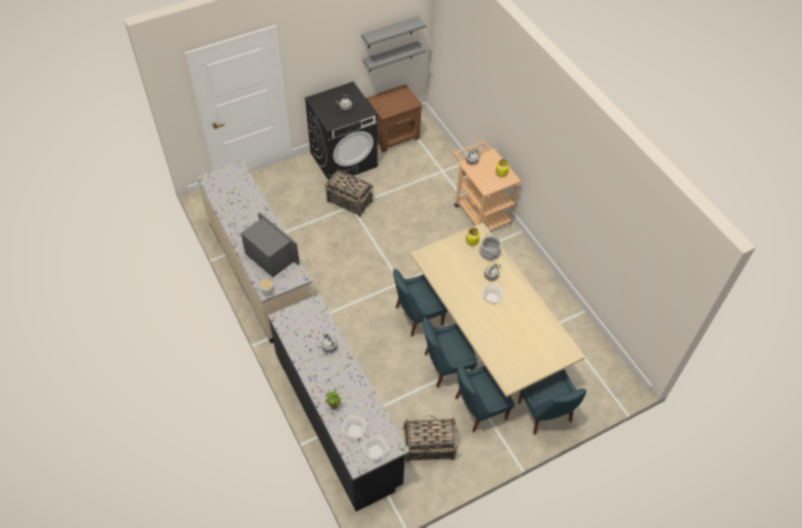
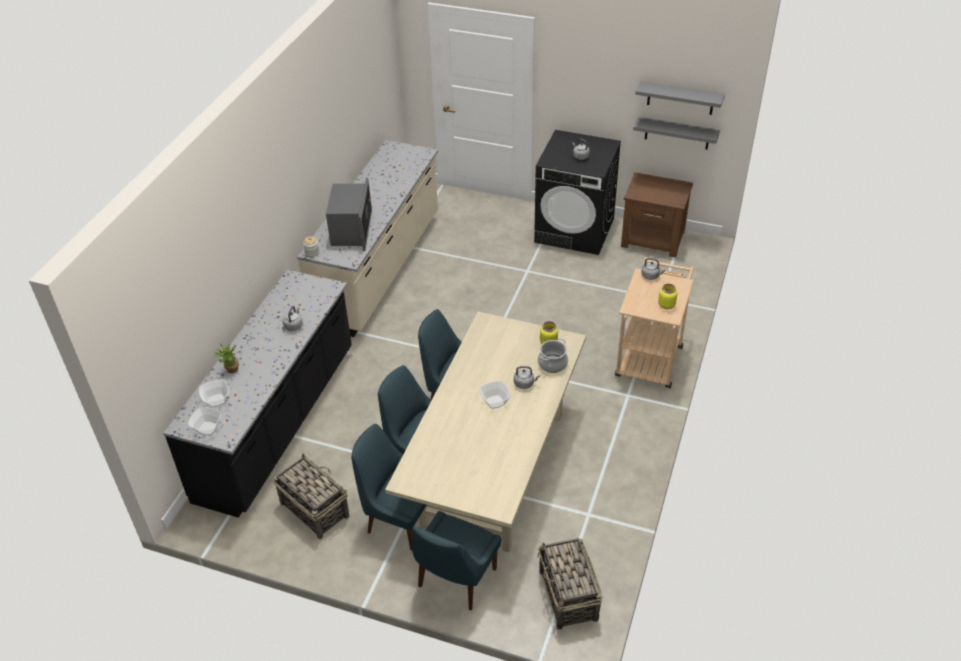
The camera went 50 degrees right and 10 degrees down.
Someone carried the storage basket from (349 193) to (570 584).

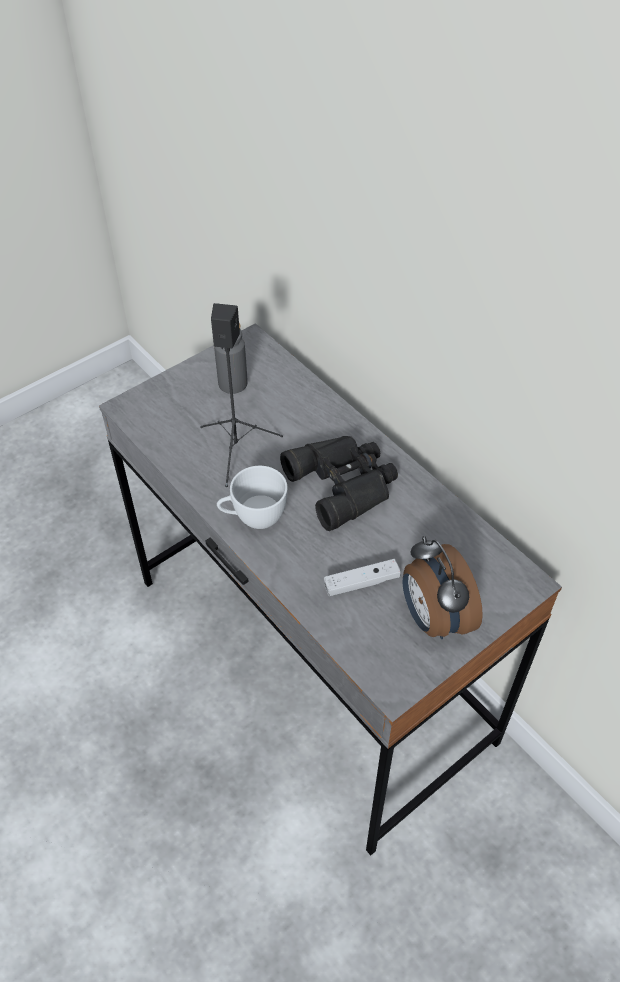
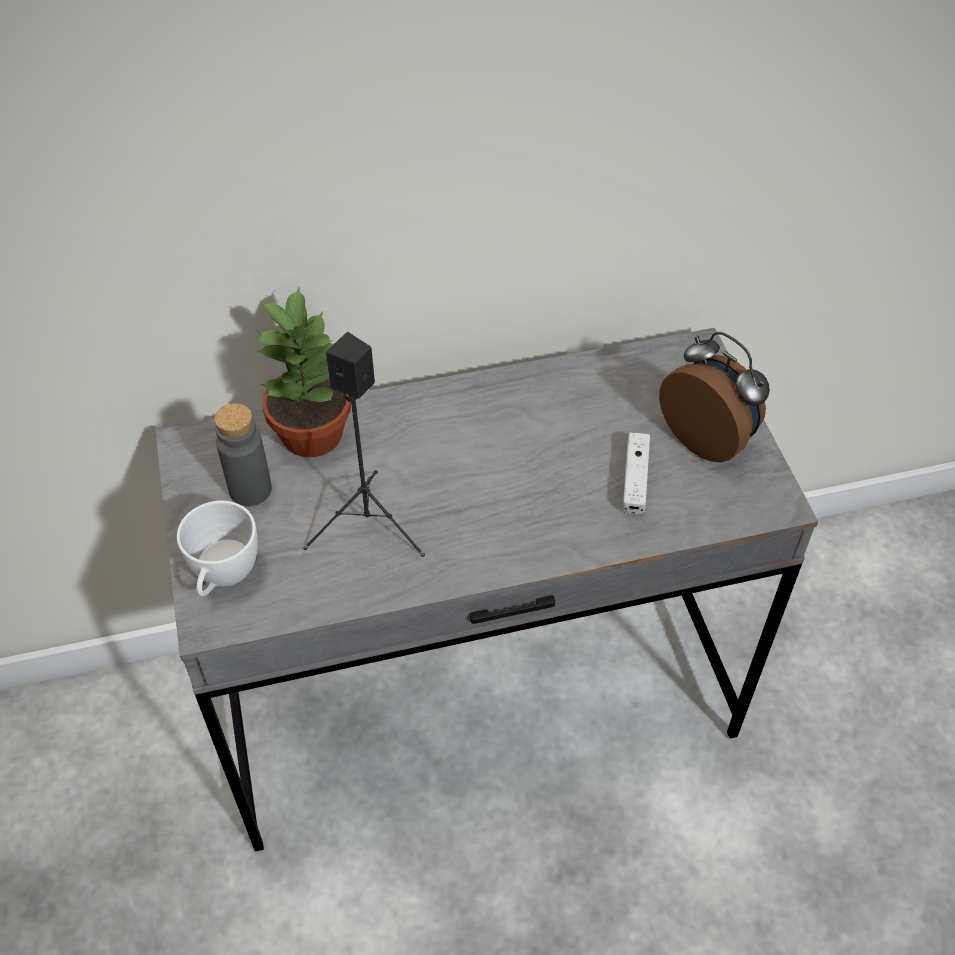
The camera went 65 degrees left and 0 degrees up.
Someone took away the black binoculars at (339 483).
Someone put down the houseplant at (303 372).
Someone carried the whitish small cup from (252 497) to (217 548).
Someone rotated the bedside clock at (443 587) by 135 degrees counterclockwise.

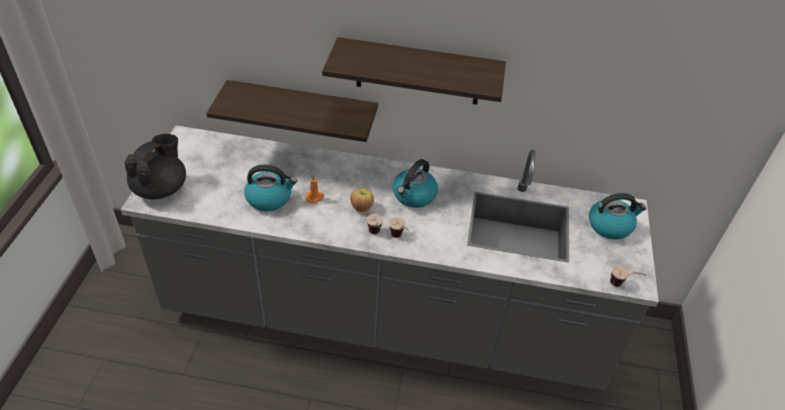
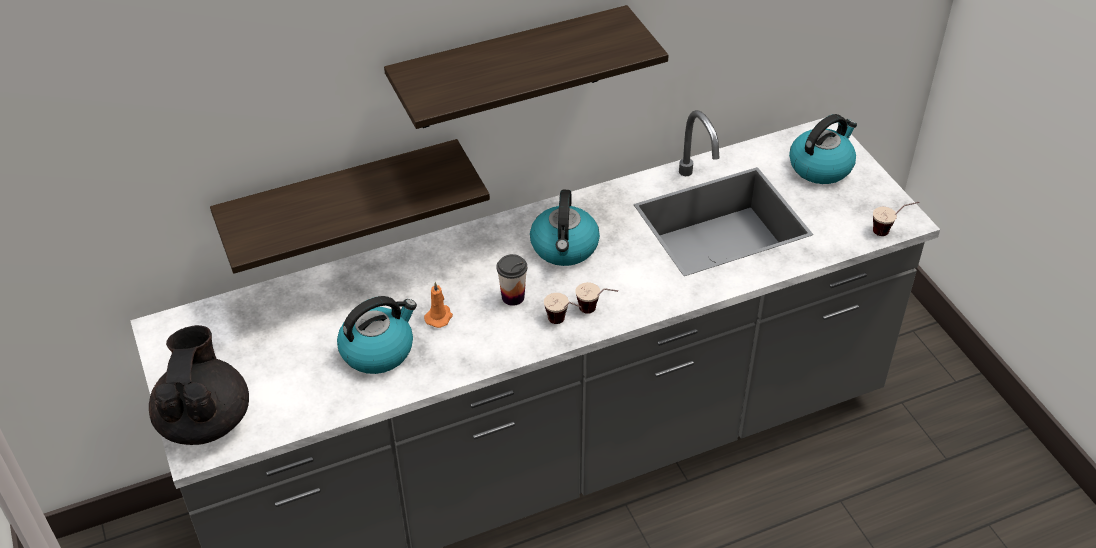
The camera went 30 degrees left and 0 degrees up.
Someone swapped the whole apple at (362 200) for the small cup at (512 280).

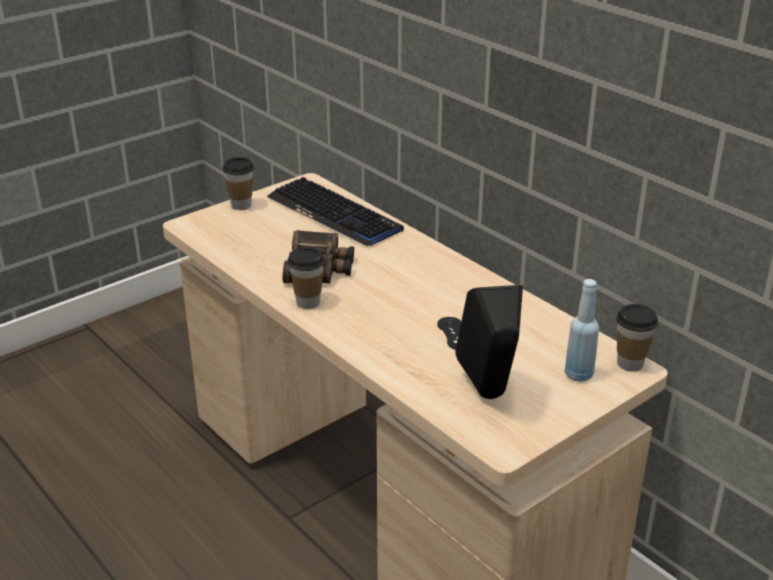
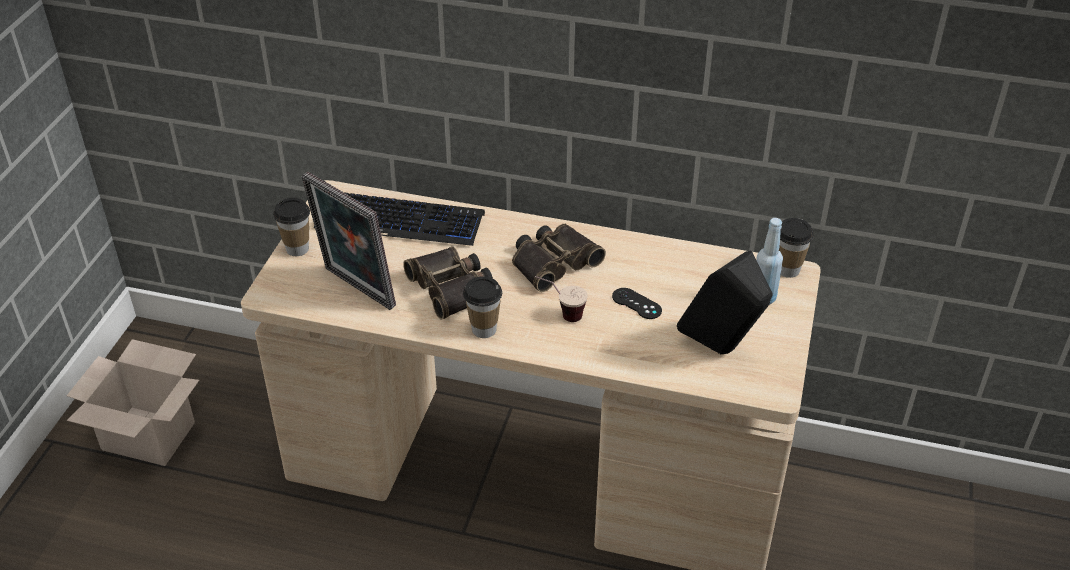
The camera went 35 degrees left and 10 degrees up.
Someone put down the cardboard box at (133 402).
Someone put down the standing frame at (348 241).
Someone put down the binoculars at (559 258).
Someone put down the small cup at (561 299).

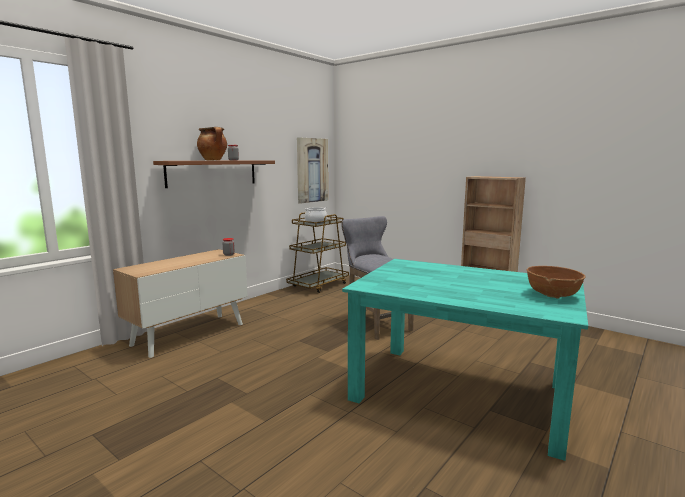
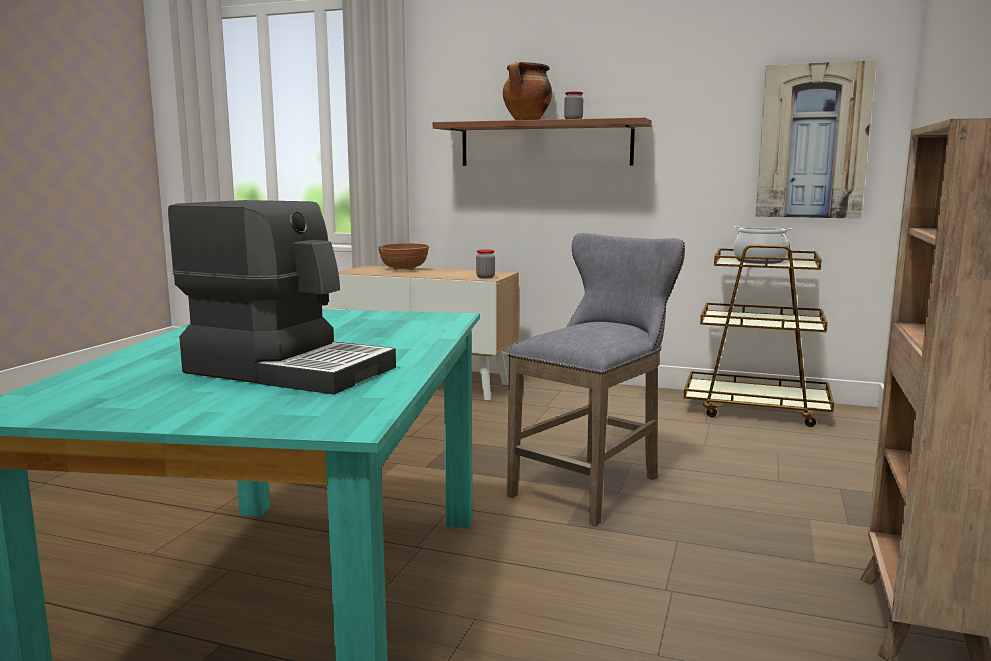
The camera went 70 degrees right and 0 degrees up.
Someone put down the coffee brewer at (282 297).
Someone carried the brown-coloured deep dish from (556 282) to (403 256).

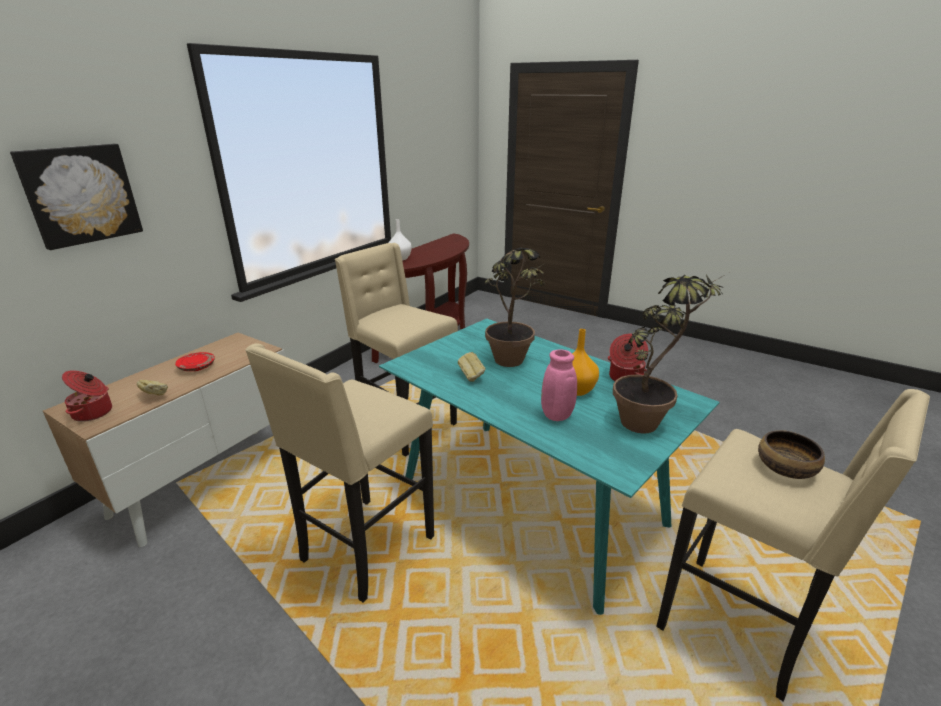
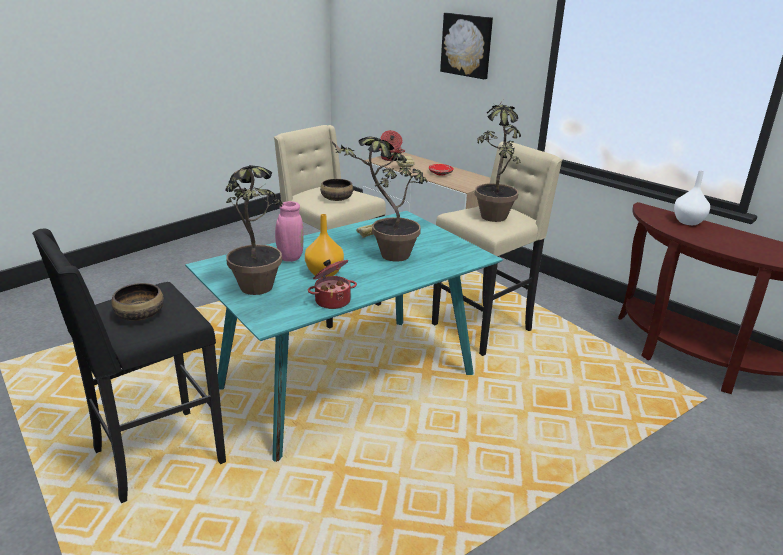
The camera went 100 degrees right and 0 degrees up.
Someone put down the deep dish at (336 190).
Someone put down the houseplant at (498 161).
Someone repainted the sand-coloured stool seat at (793 545), which became the black stool seat at (129 366).

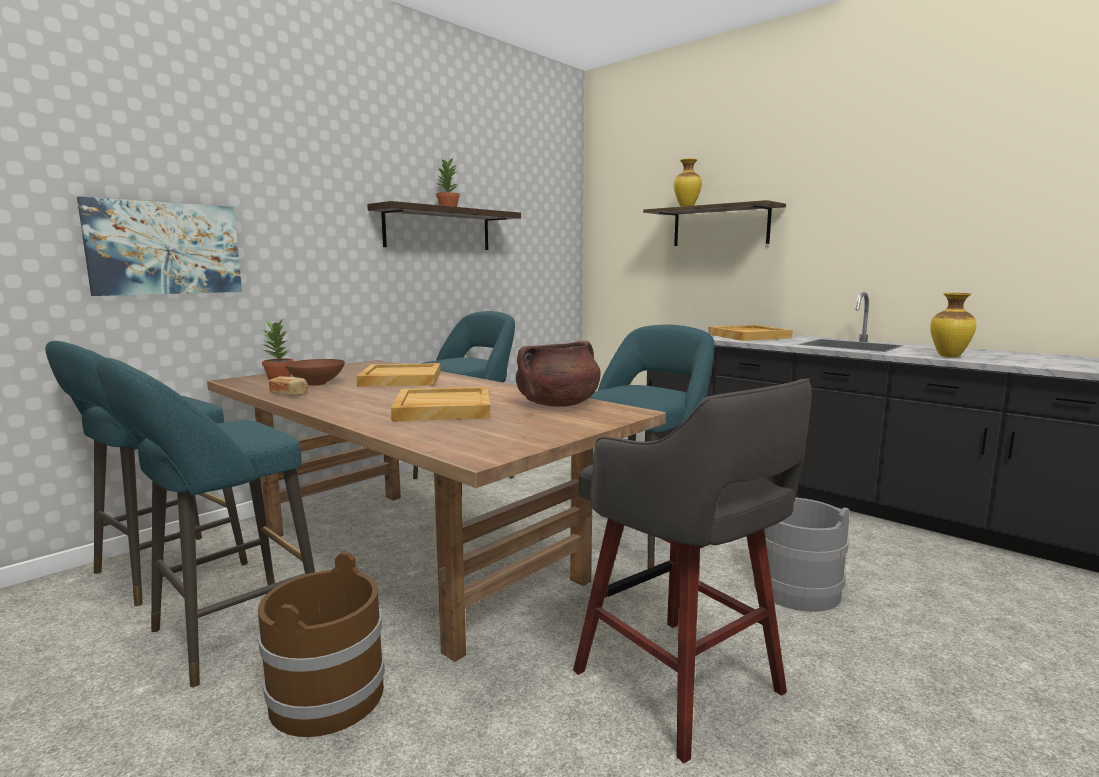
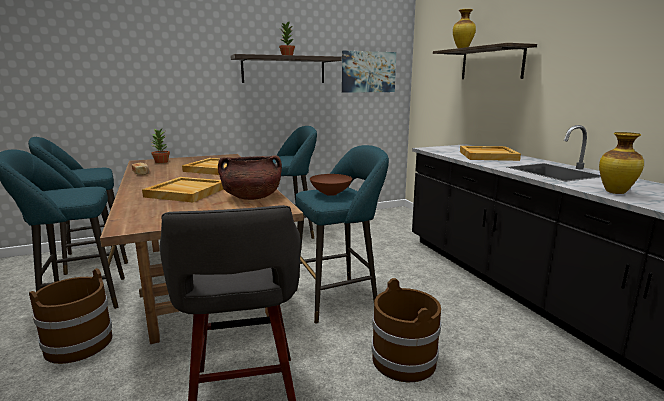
The camera went 25 degrees right and 5 degrees up.
Someone carried the wall art from (159 246) to (369 72).
Someone carried the brown-coloured deep dish from (315 372) to (331 185).
Someone repainted the gray pail at (802 555), which became the brown-coloured pail at (406 330).

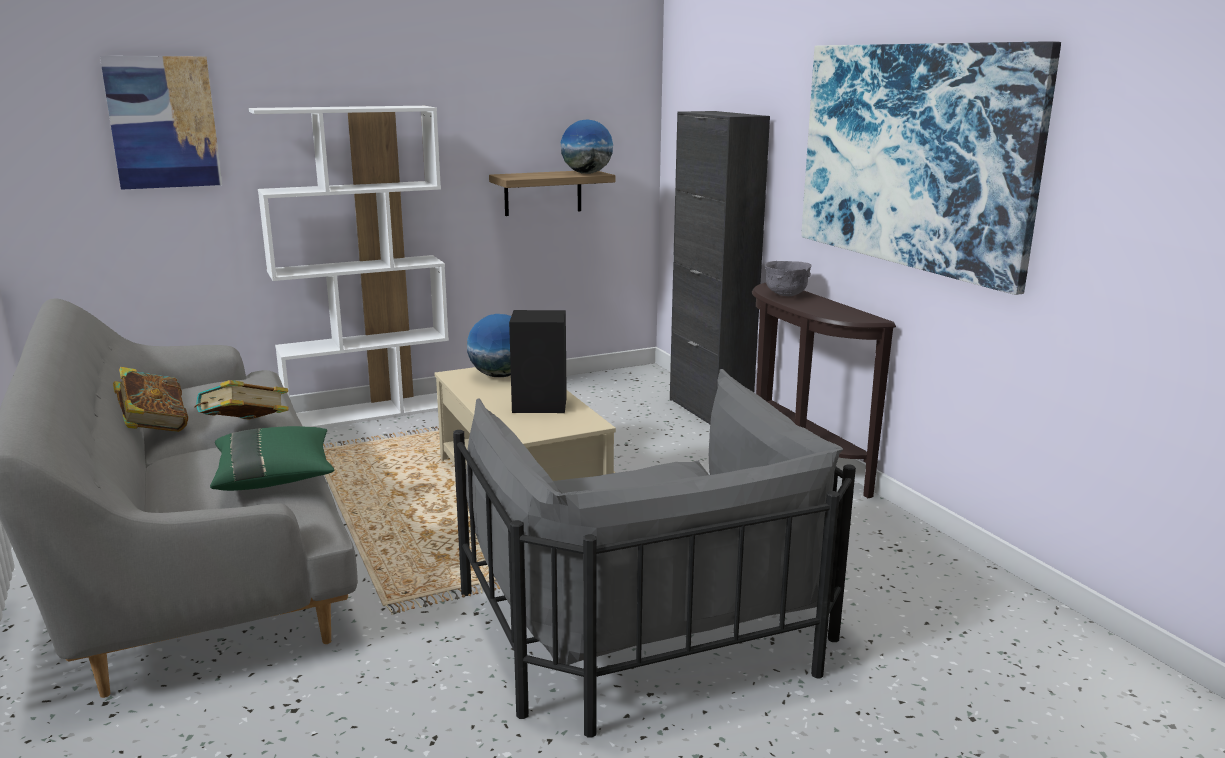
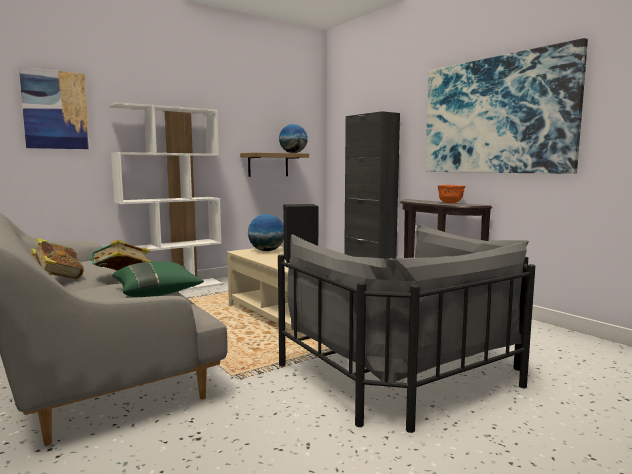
The camera went 10 degrees left and 10 degrees down.
Someone took away the gray deep dish at (788 278).
Someone put down the orangey deep dish at (451 194).

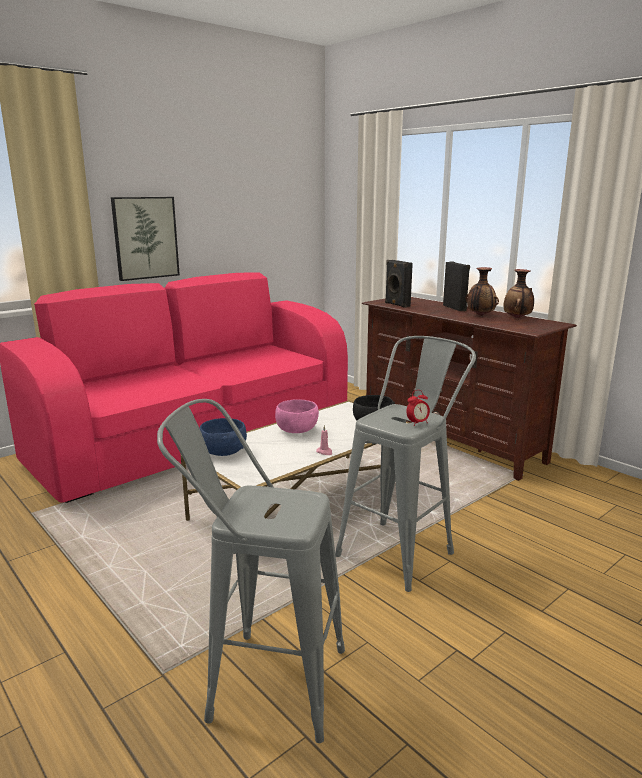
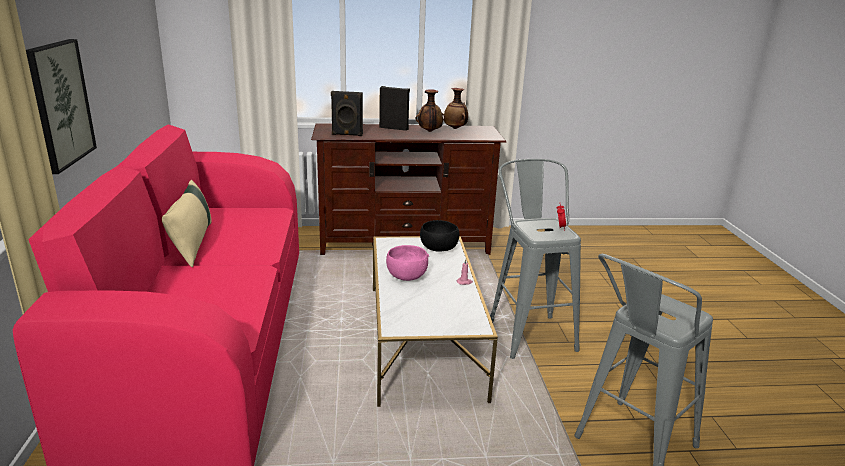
The camera went 55 degrees left and 5 degrees up.
Someone took away the blue deep dish at (223 437).
Someone put down the sand-coloured cushion at (187 223).

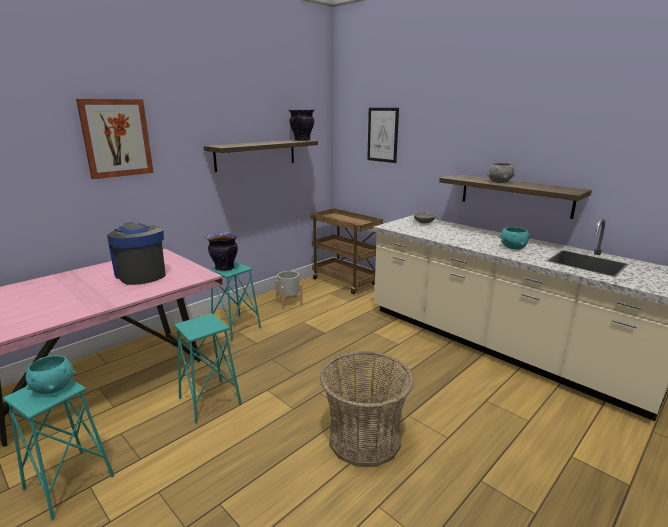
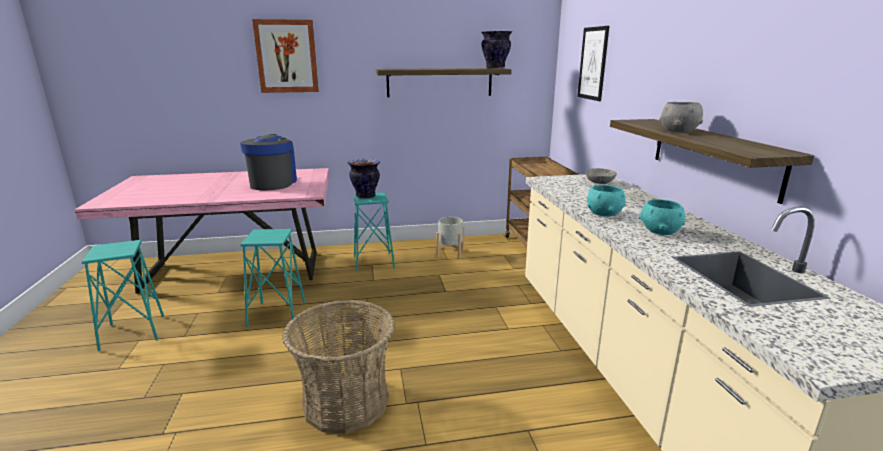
The camera went 35 degrees right and 0 degrees up.
Someone carried the blue-green deep dish from (51 374) to (606 200).

